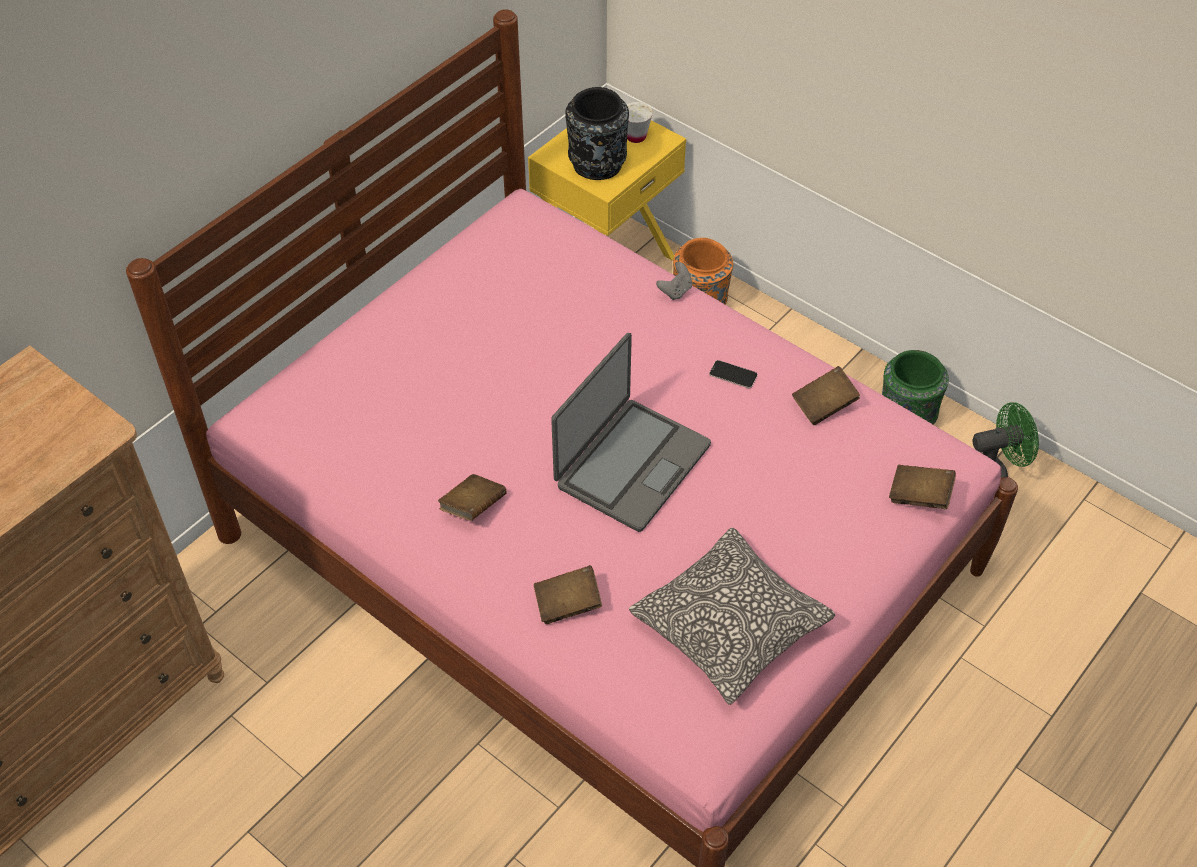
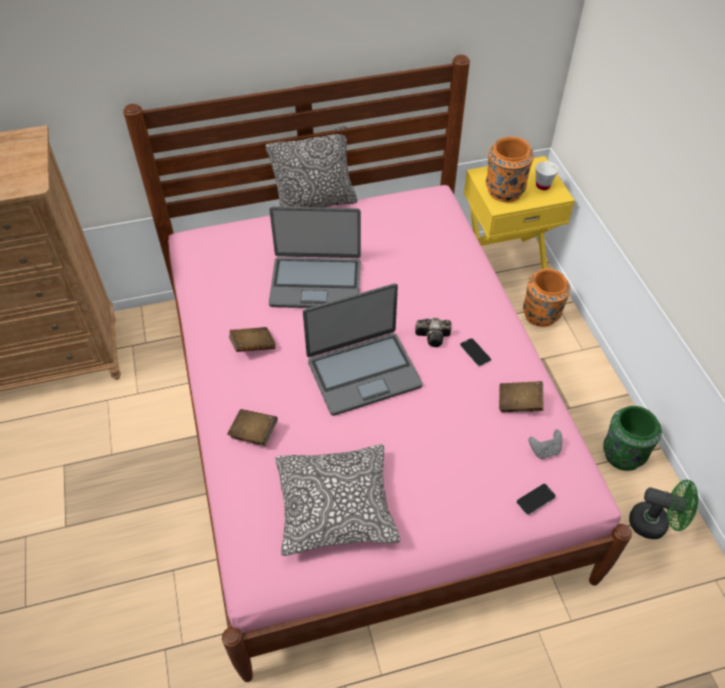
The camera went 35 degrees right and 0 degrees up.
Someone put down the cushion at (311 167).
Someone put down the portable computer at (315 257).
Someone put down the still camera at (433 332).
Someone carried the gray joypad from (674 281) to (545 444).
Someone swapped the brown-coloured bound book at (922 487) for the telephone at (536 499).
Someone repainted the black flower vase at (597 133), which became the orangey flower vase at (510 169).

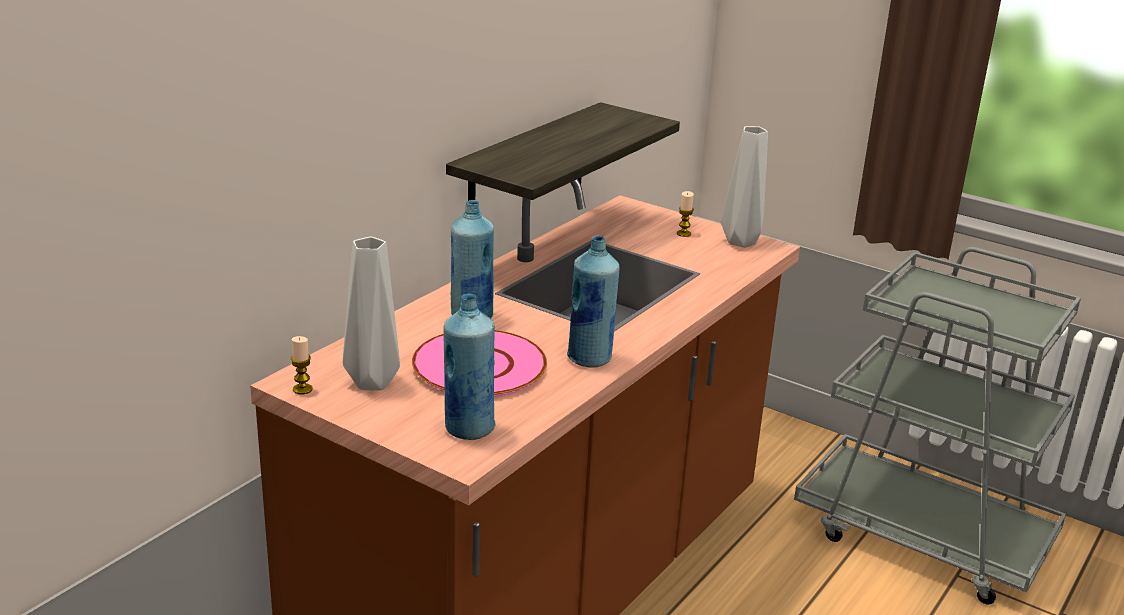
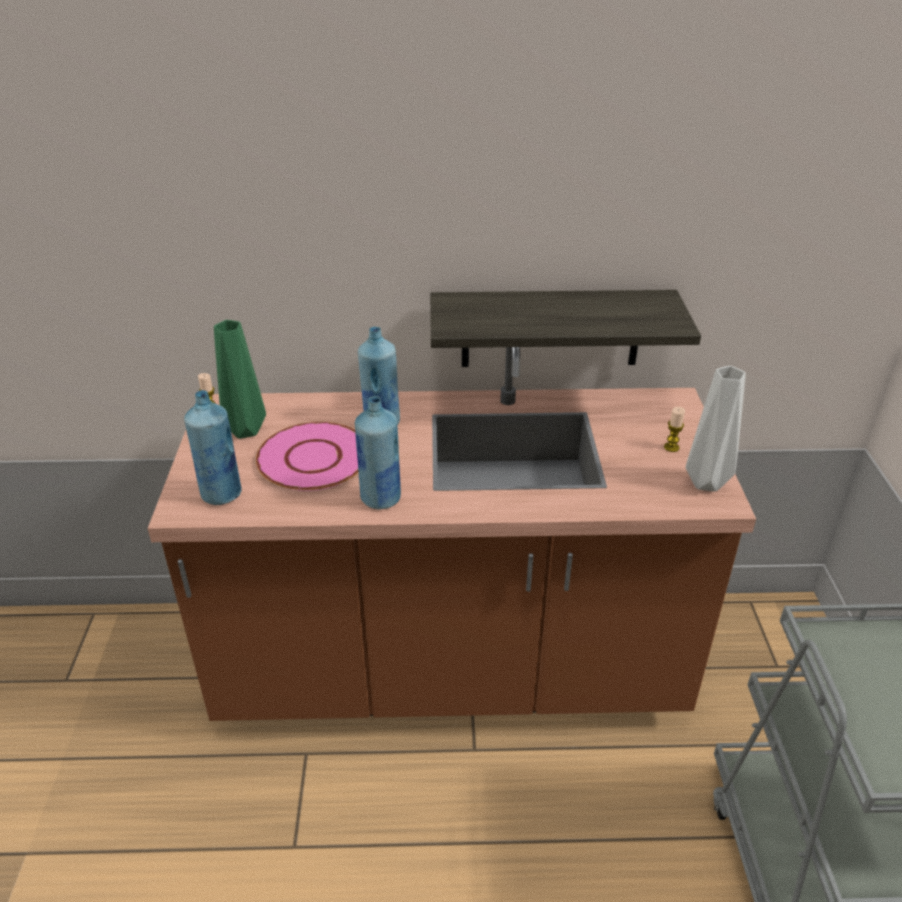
The camera went 55 degrees right and 10 degrees up.
Someone repainted the gray flower vase at (371 314), which became the greenish flower vase at (240 379).

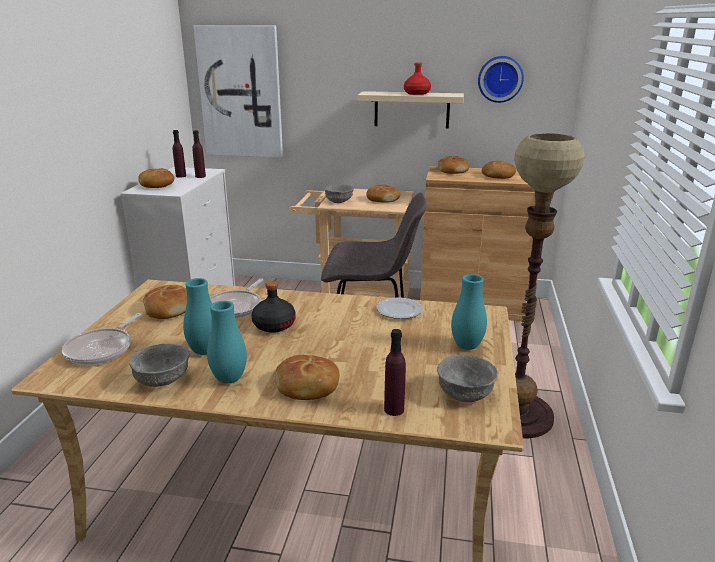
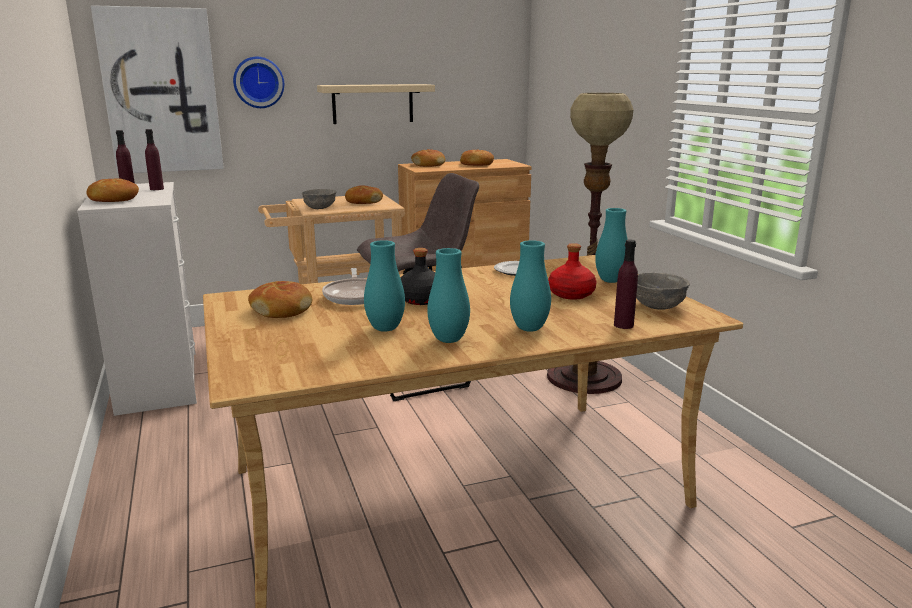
The camera went 30 degrees left and 5 degrees down.
Someone took away the skillet at (102 339).
Someone took away the gray deep dish at (159 365).
Someone carried the red drink bottle from (417 79) to (572 271).
Someone carried the hanging clock from (501 79) to (258 82).
Someone swapped the bread at (307 377) for the blue-green flower vase at (530 286).

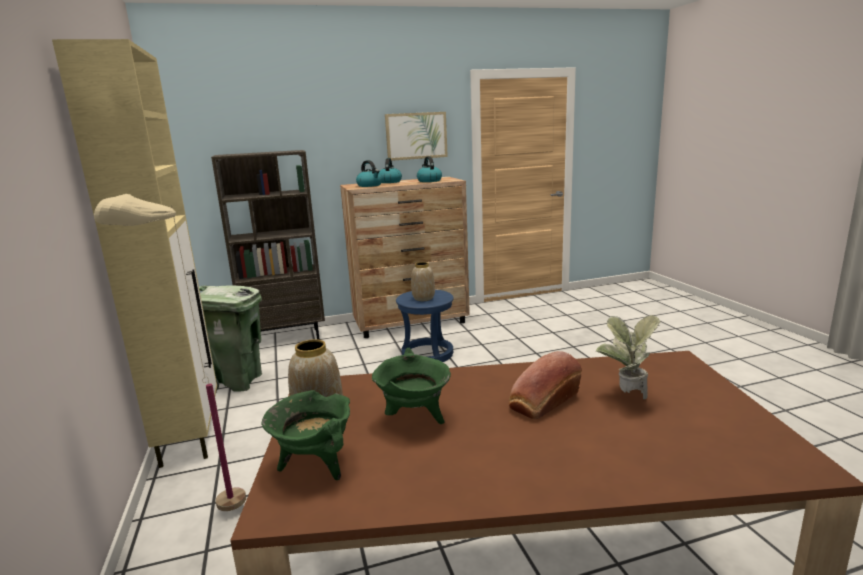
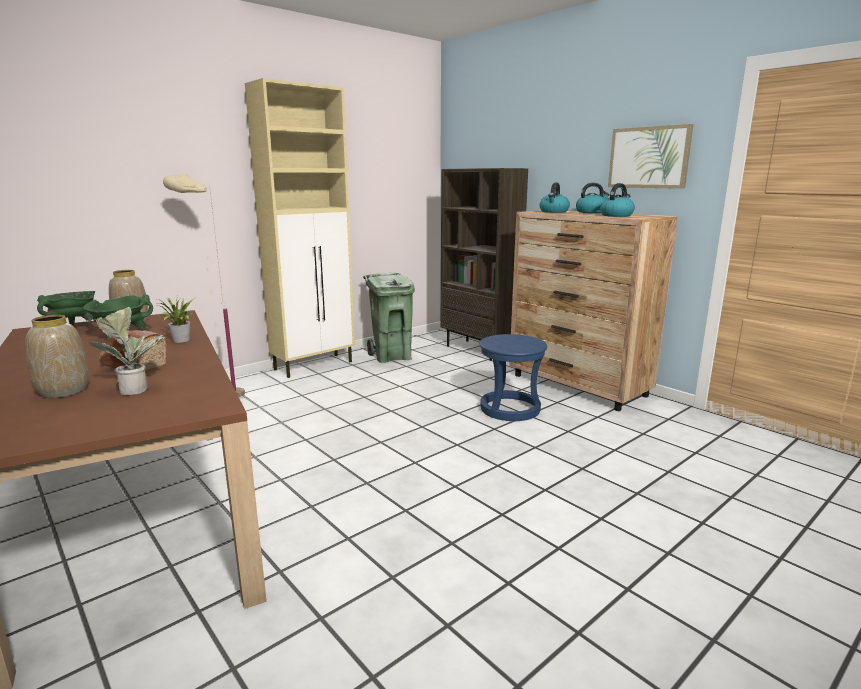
The camera went 65 degrees right and 0 degrees up.
Someone put down the houseplant at (177 318).
Someone carried the flower vase from (423 281) to (57 356).

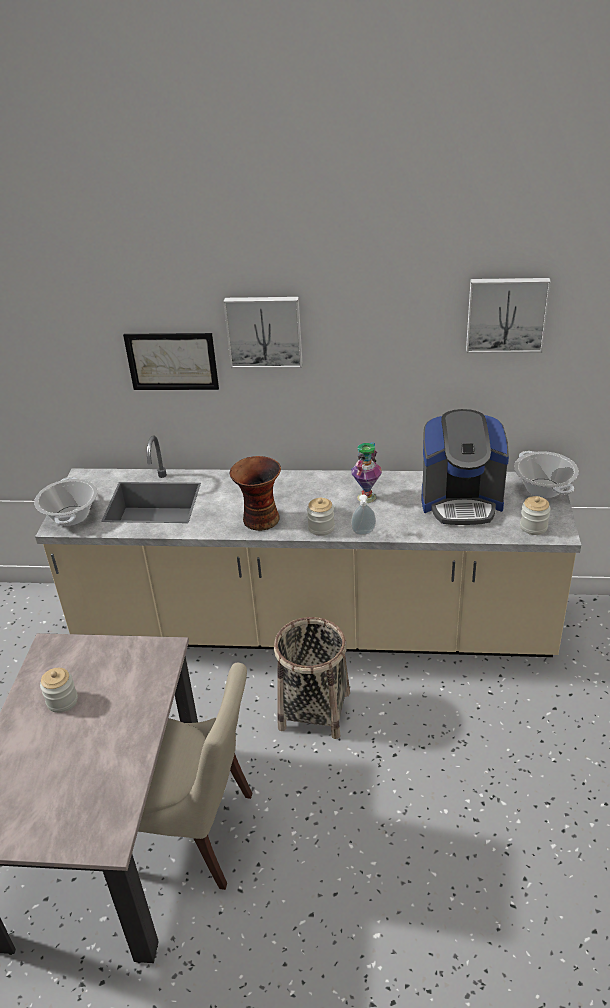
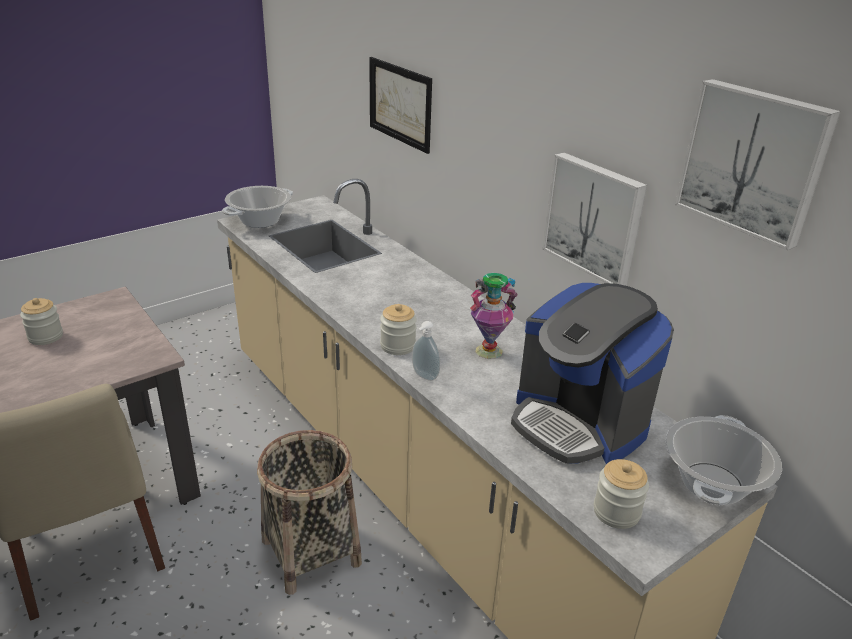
The camera went 45 degrees right and 5 degrees down.
Someone took away the flower vase at (255 493).
Someone carried the wall art from (263 332) to (595 219).

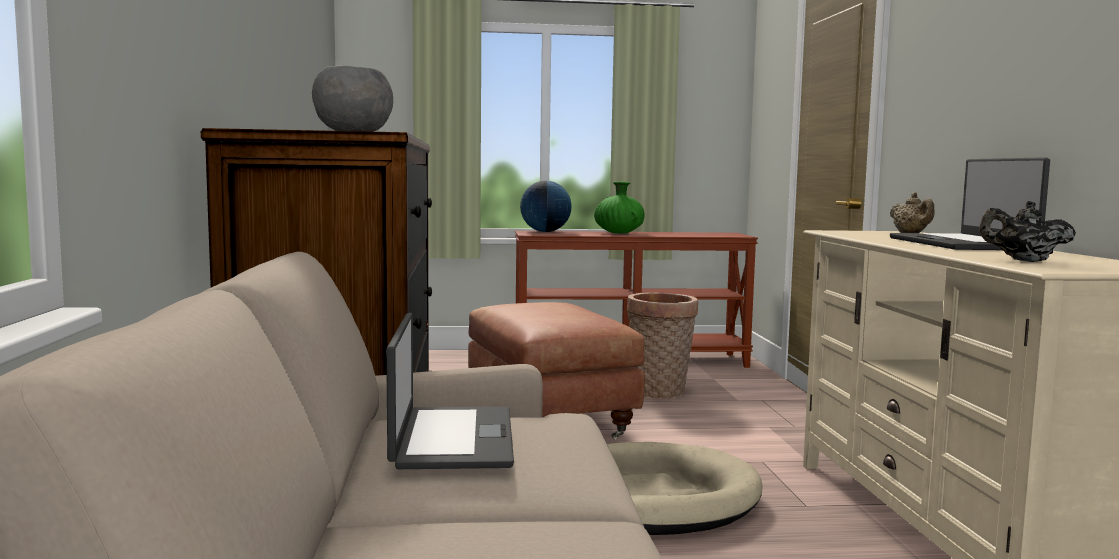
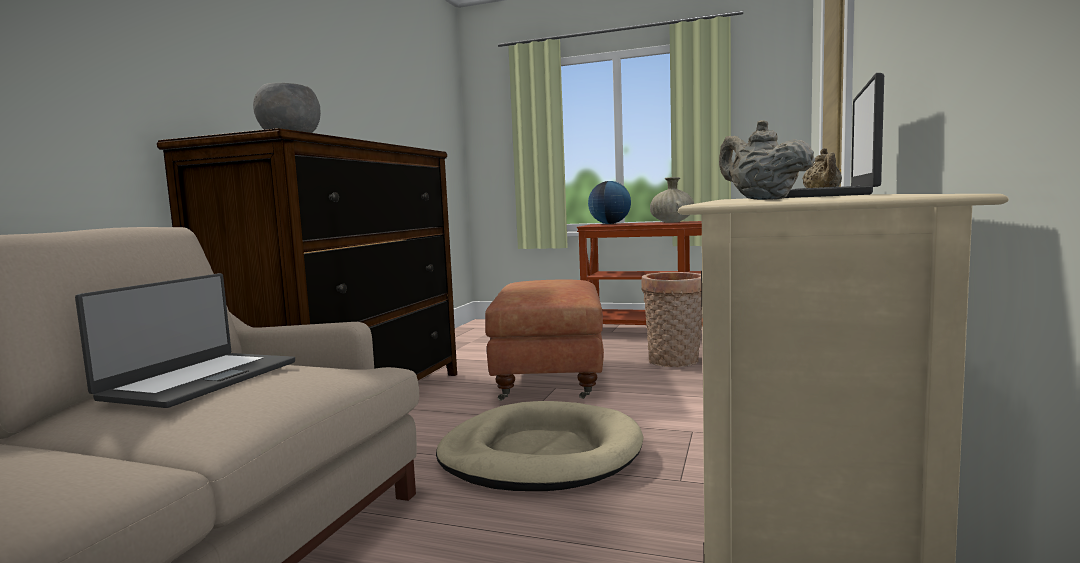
The camera went 25 degrees right and 0 degrees up.
Someone repainted the greenish flower vase at (619 207), which became the sand-coloured flower vase at (672 200).
Someone repainted the black teapot at (1027 231), which became the sand-coloured teapot at (767 160).

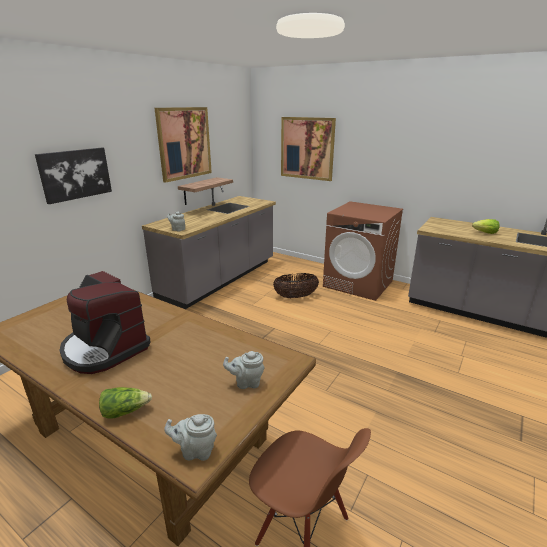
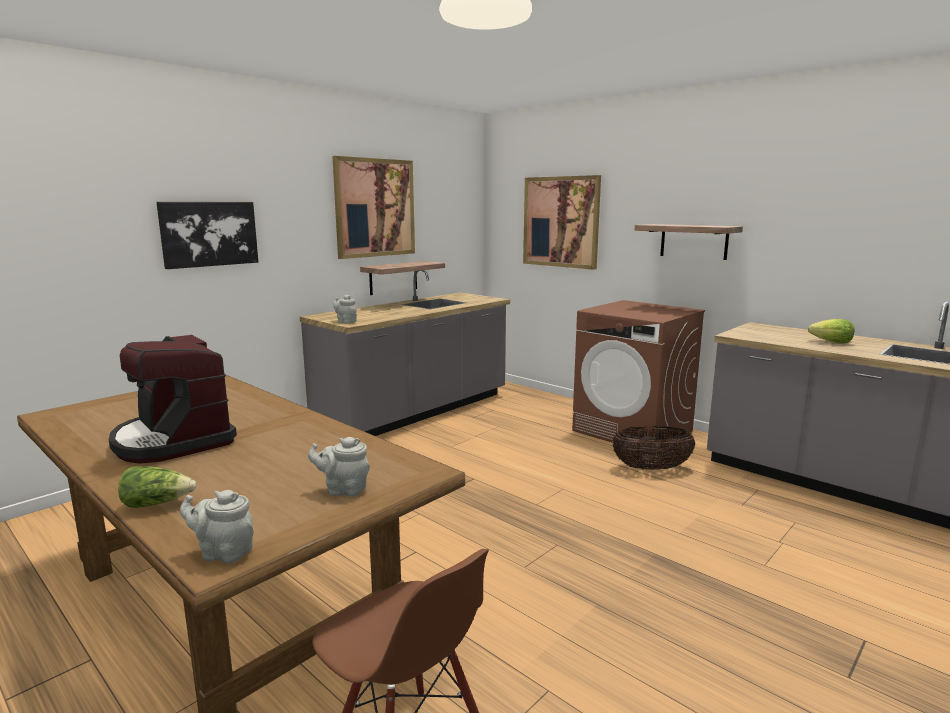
The camera went 10 degrees right and 10 degrees down.
Someone put up the shelf at (689 242).
Someone carried the storage basket from (296 285) to (653 448).

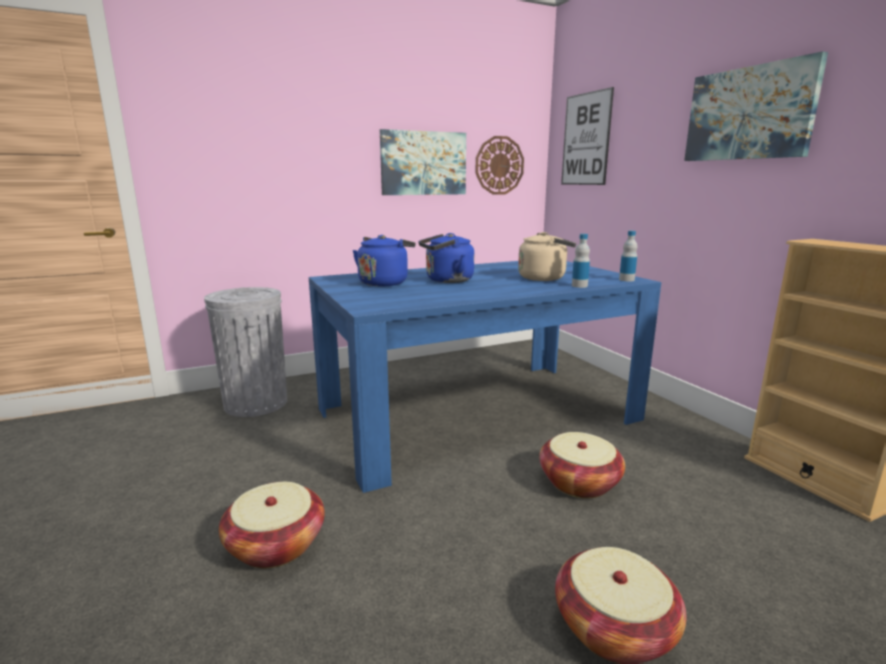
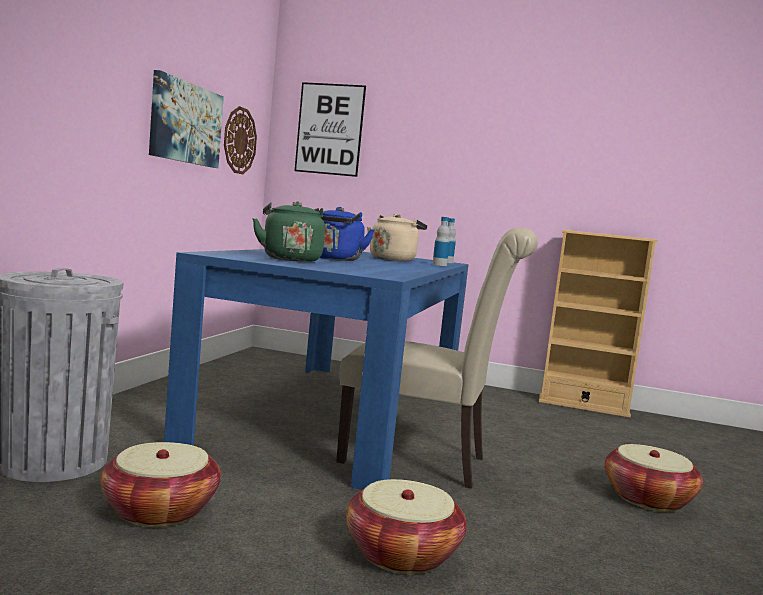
The camera went 50 degrees left and 10 degrees down.
Someone took away the wall art at (756 106).
Someone put down the sand-coloured plain chair at (437 358).
Someone carried the storage basket from (582 465) to (160 484).
Someone repainted the blue tea kettle at (384 260), which became the greenish tea kettle at (288 231).

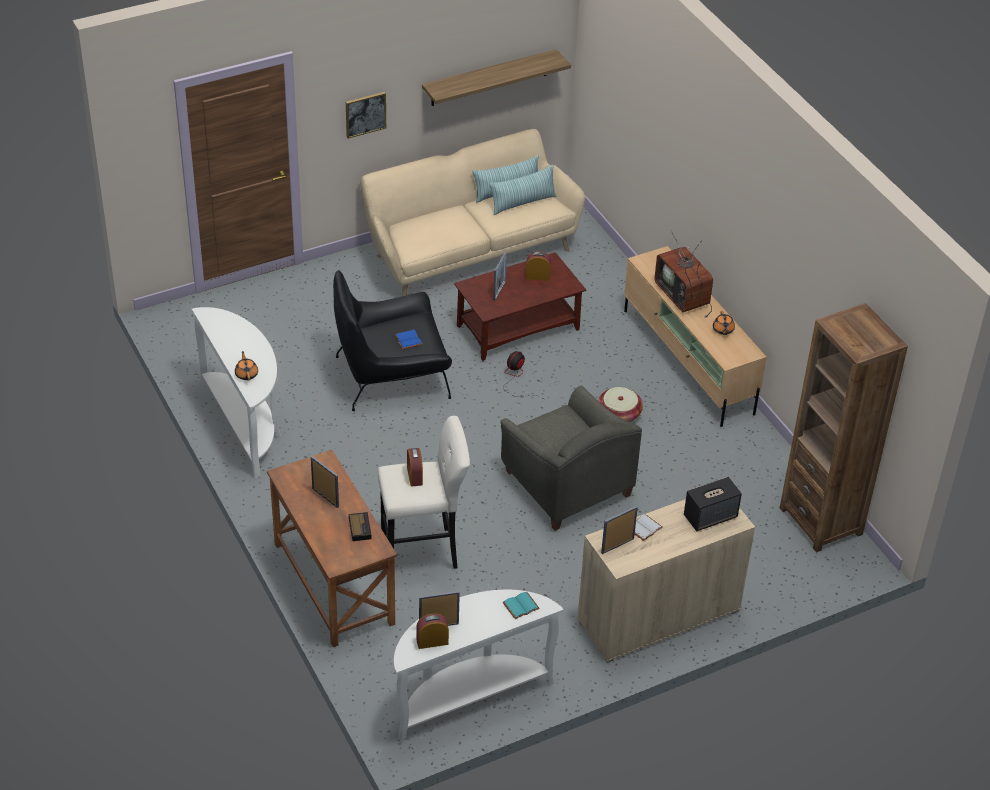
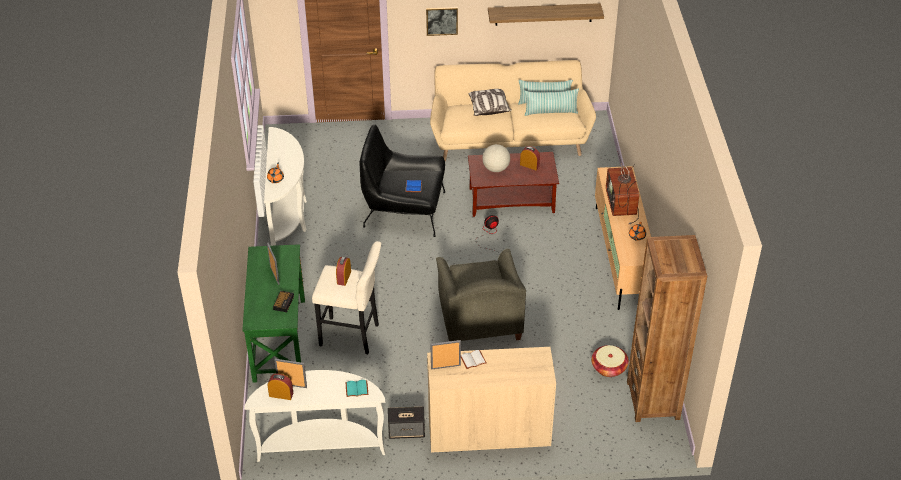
The camera went 25 degrees right and 0 degrees up.
Someone put down the cushion at (490 102).
Someone carried the storage basket from (620 404) to (610 361).
Someone carried the loudspeaker from (713 504) to (406 422).
Someone swapped the standing frame at (500 276) for the world globe at (496 158).
Someone repainted the brown-coloured desk at (332 548), which became the greenish desk at (273 313).

